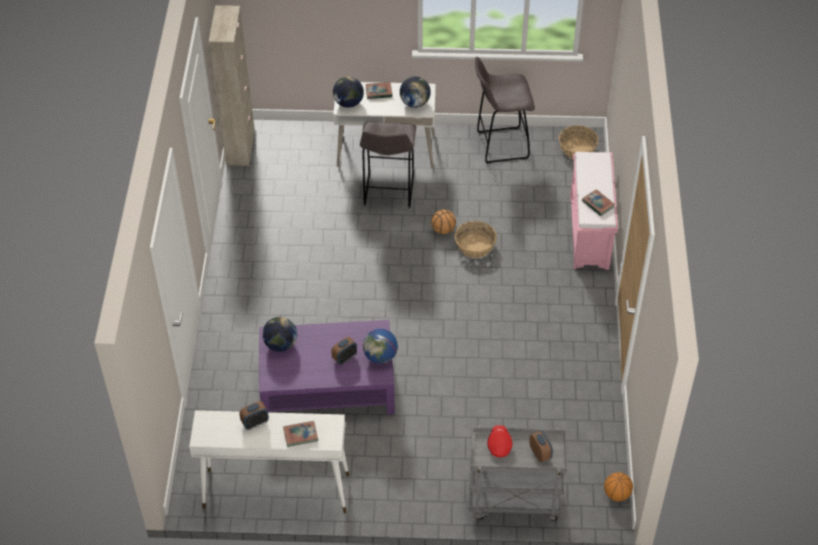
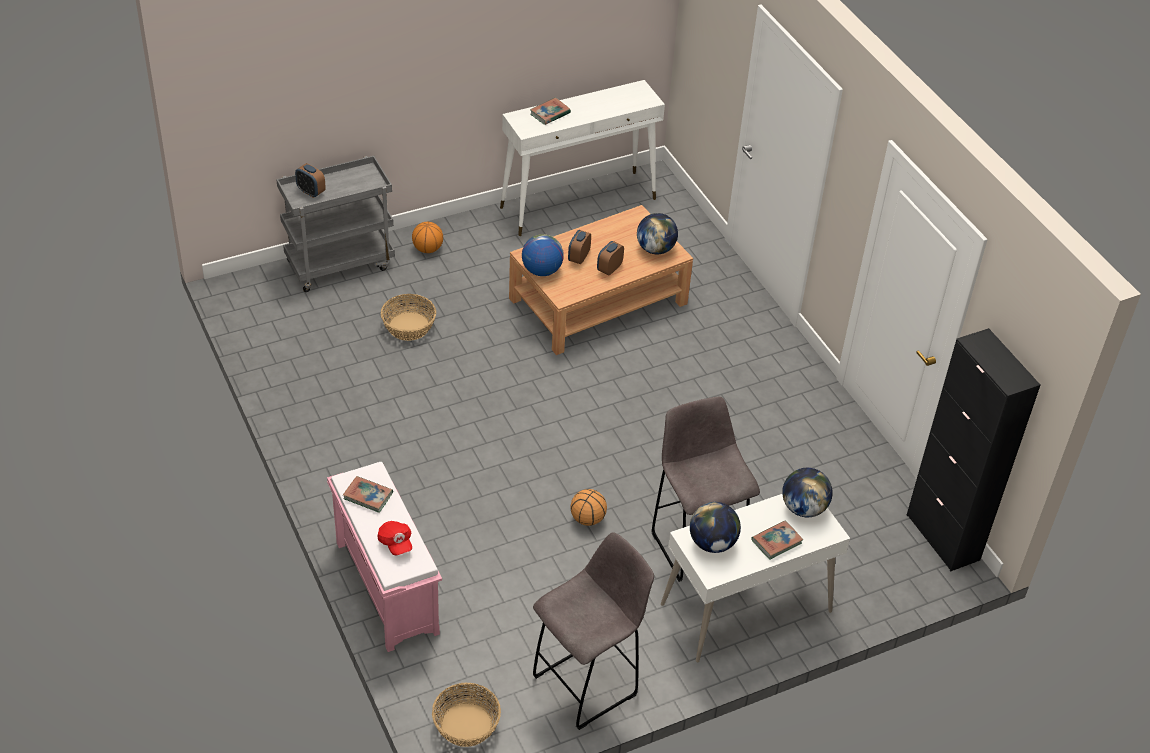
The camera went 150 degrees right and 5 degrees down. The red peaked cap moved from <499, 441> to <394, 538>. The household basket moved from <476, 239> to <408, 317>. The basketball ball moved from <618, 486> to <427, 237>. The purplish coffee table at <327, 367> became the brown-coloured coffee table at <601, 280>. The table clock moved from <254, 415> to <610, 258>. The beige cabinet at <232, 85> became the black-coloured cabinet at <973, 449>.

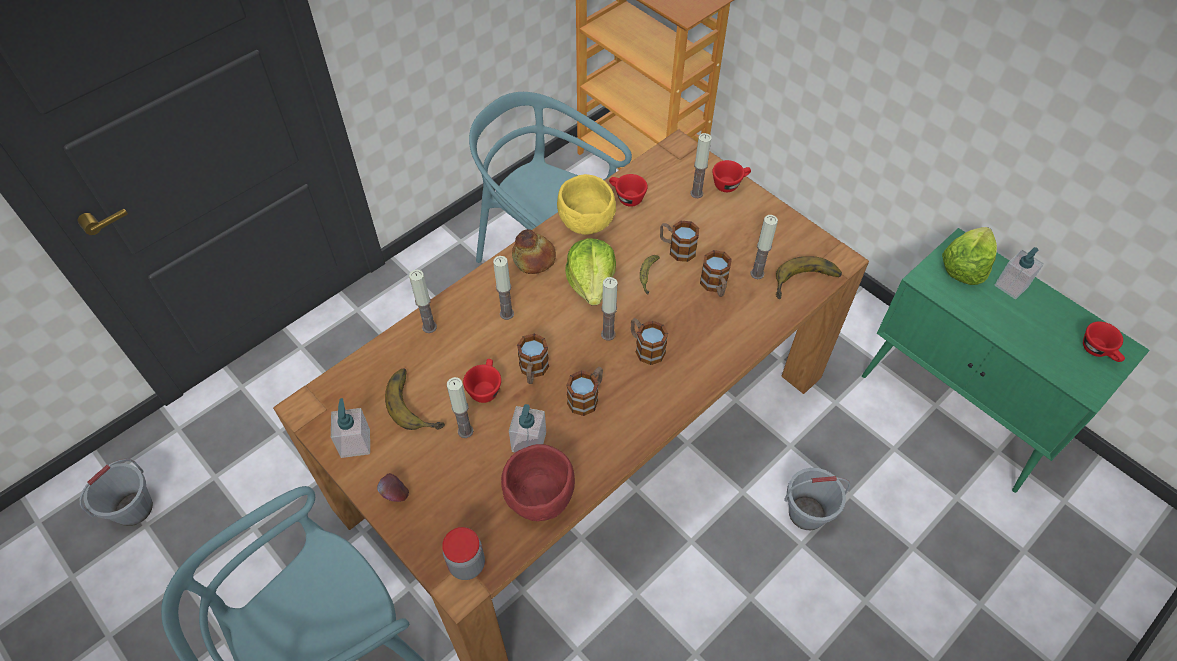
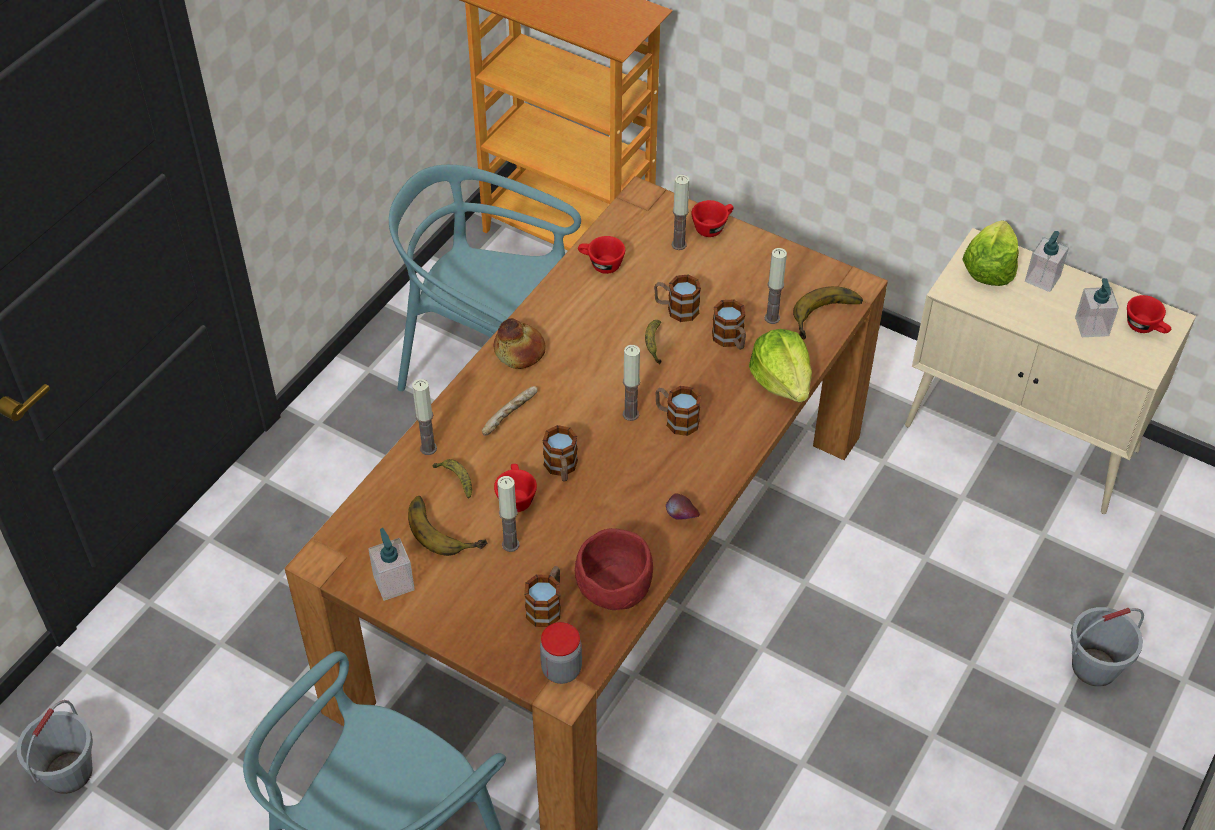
The camera went 15 degrees left and 5 degrees down. The banana at <452, 479> appeared. The candle at <503, 288> was replaced by the bread at <510, 411>. The mug moved from <584, 391> to <542, 596>. The apple moved from <393, 487> to <683, 506>. The lettuce moved from <590, 271> to <780, 365>. The green cabinet at <1006, 360> became the beige cabinet at <1050, 371>. The gray water bucket moved from <817, 499> to <1107, 647>. The soap bottle moved from <527, 428> to <1097, 307>. The yellow-coloured bowl at <586, 204> disappeared.

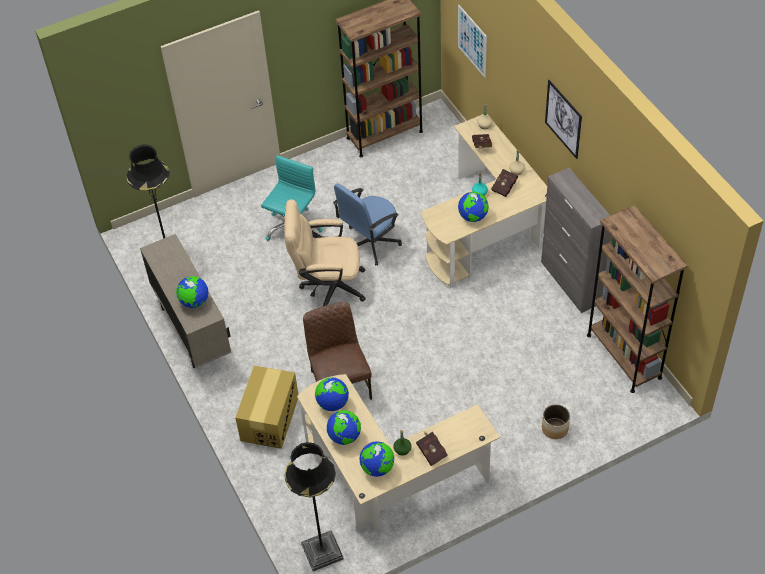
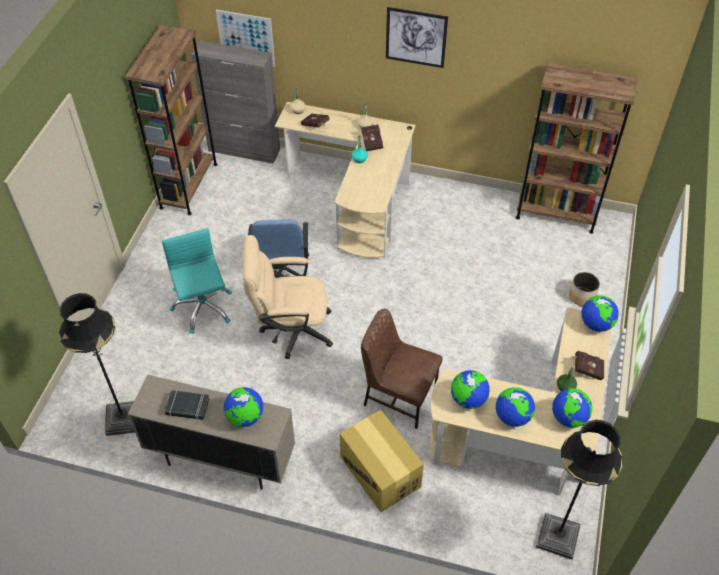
The camera went 50 degrees left and 0 degrees up. The black-coloured volume at <187, 405> appeared. The gray cabinet moved from <576, 240> to <235, 102>. The beige desk chair at <325, 252> turned 45 degrees clockwise. The world globe moved from <473, 206> to <600, 314>.

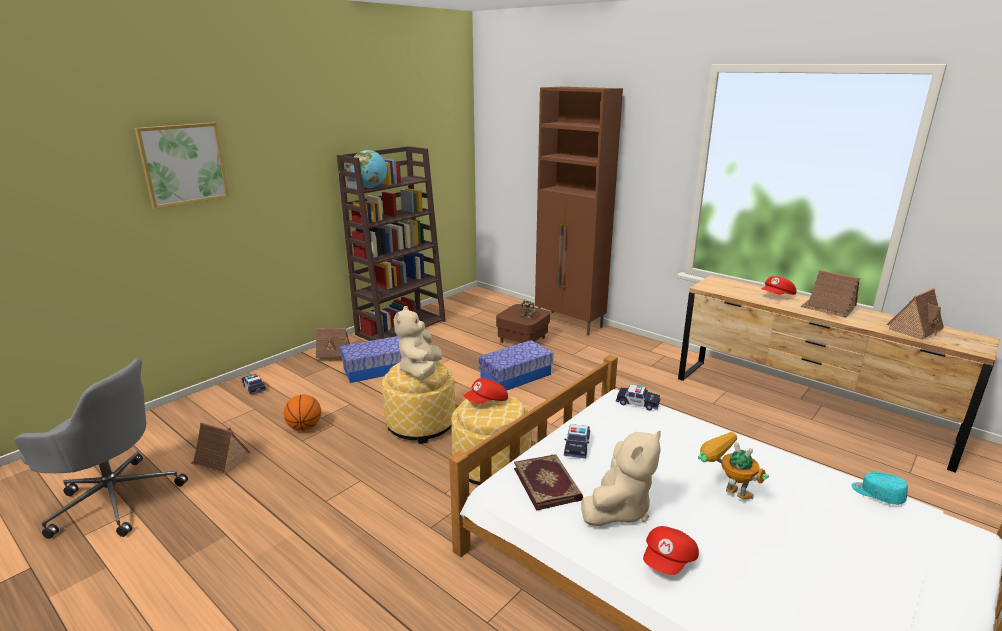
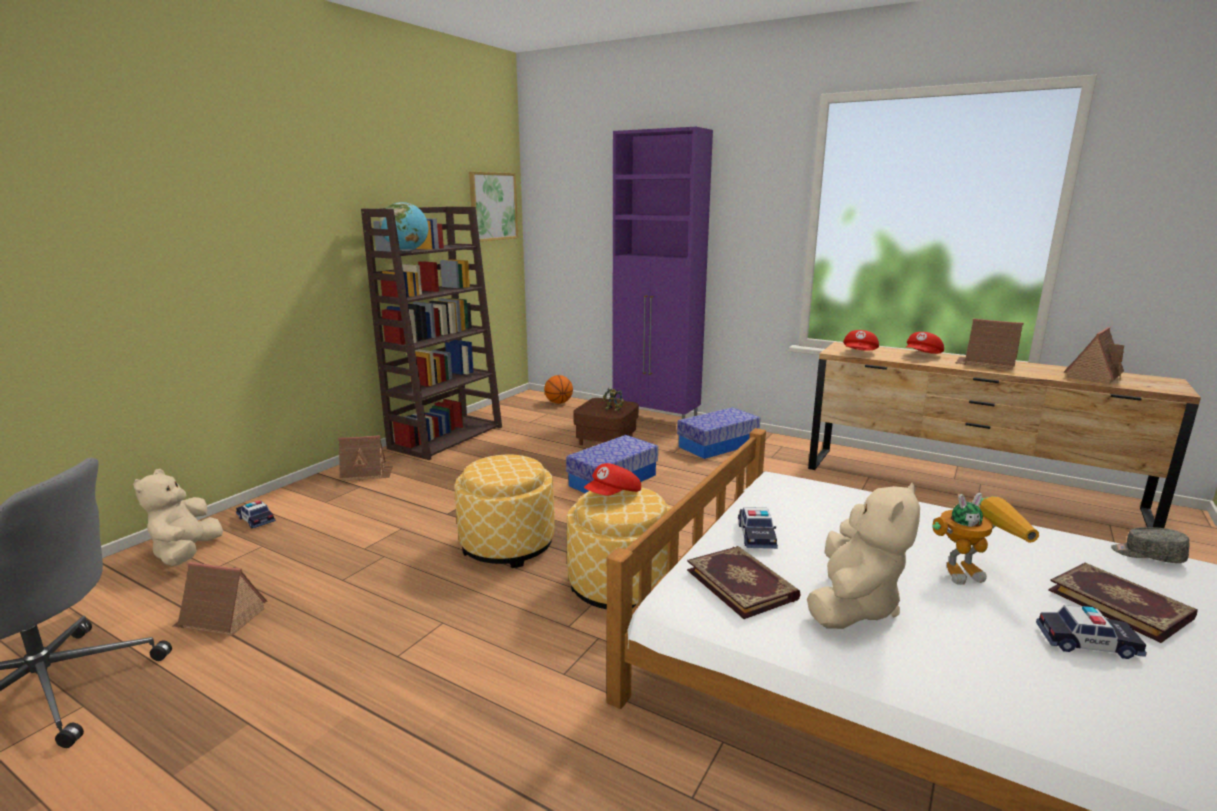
The camera went 10 degrees left and 5 degrees down. The beige cuddly toy moved from <418, 342> to <178, 517>. The picture moved from <181, 166> to <493, 207>. The basketball ball moved from <302, 413> to <558, 389>. The brown-coloured cabinet at <579, 211> became the purplish cabinet at <662, 273>. The storage container moved from <370, 359> to <718, 433>. The red peaked cap moved from <671, 550> to <861, 340>. The robot figure at <733, 466> turned 135 degrees clockwise. The miniature car moved from <638, 397> to <1091, 632>. The volume at <1123, 602> appeared. The turquoise-coloured peaked cap at <879, 488> became the gray peaked cap at <1150, 545>.

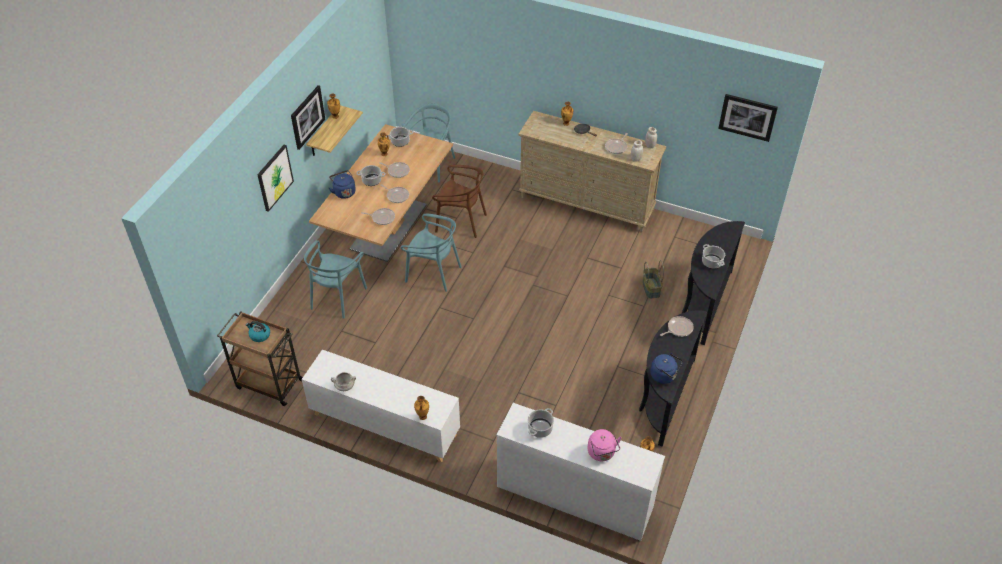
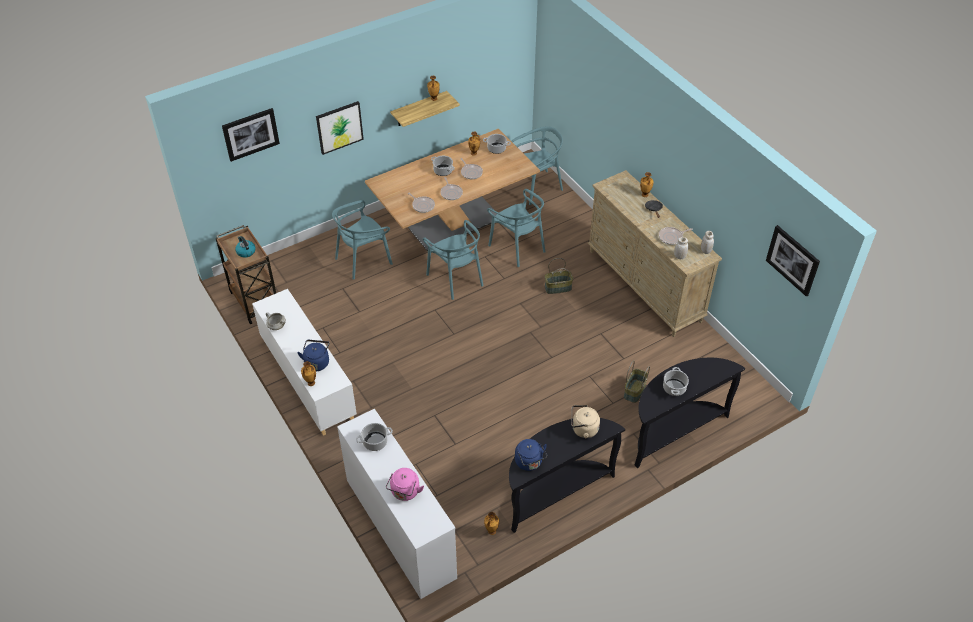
The camera went 35 degrees right and 0 degrees up. The picture moved from <308, 117> to <251, 135>. The blue-coloured tea kettle moved from <342, 184> to <313, 355>. The brown-coloured upright chair at <459, 201> became the turquoise-coloured upright chair at <516, 228>. The household basket at <559, 276> appeared. The frying pan at <677, 326> was replaced by the beige tea kettle at <585, 421>.

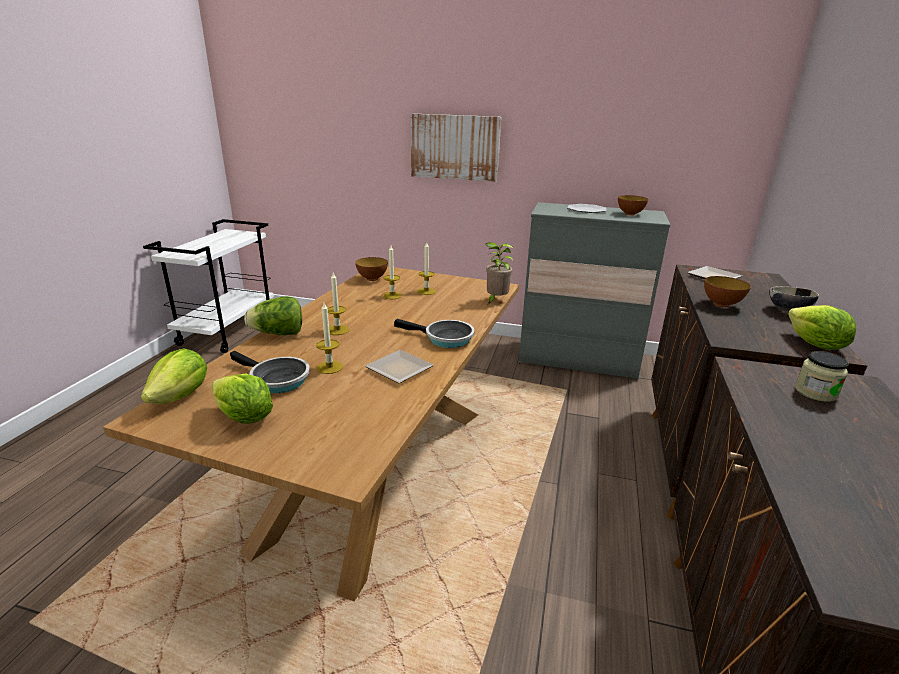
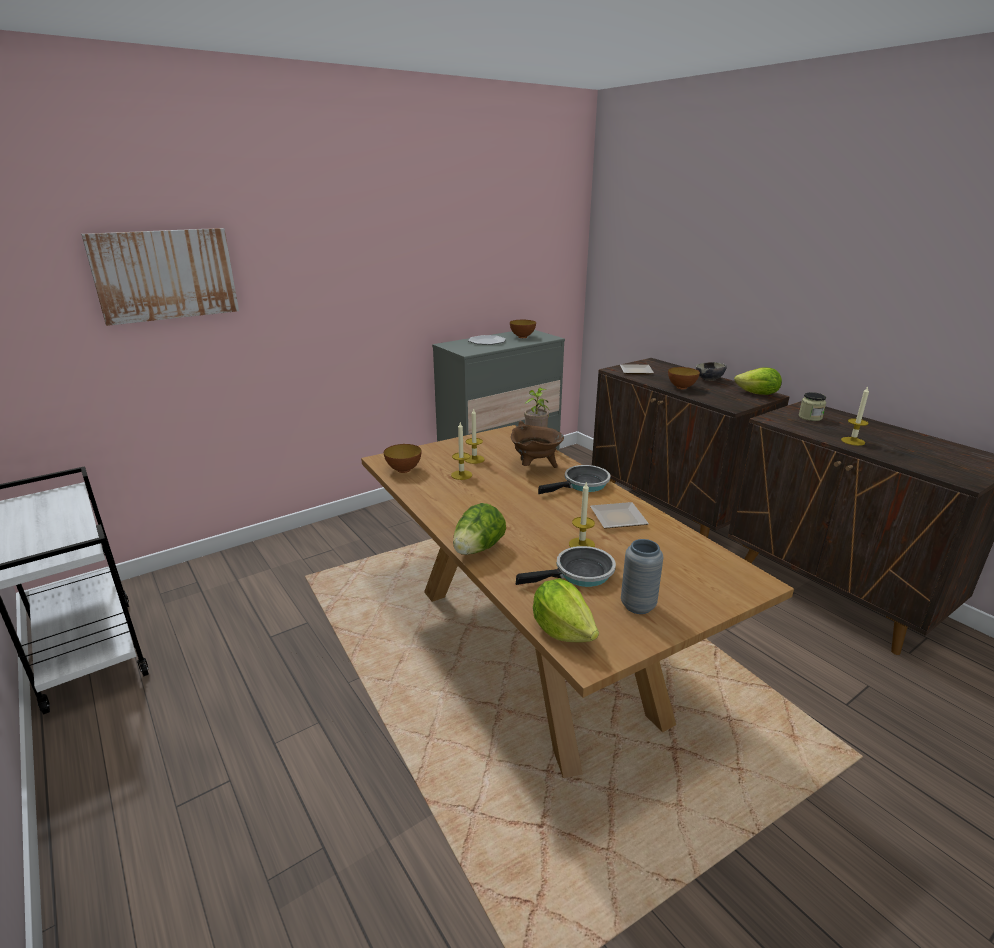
The camera went 50 degrees left and 0 degrees up. The picture moved from <456, 148> to <160, 277>. The brown-coloured cooking pot at <537, 444> appeared. The lettuce at <242, 399> was replaced by the gray flower vase at <642, 576>. The candle moved from <338, 304> to <855, 416>.

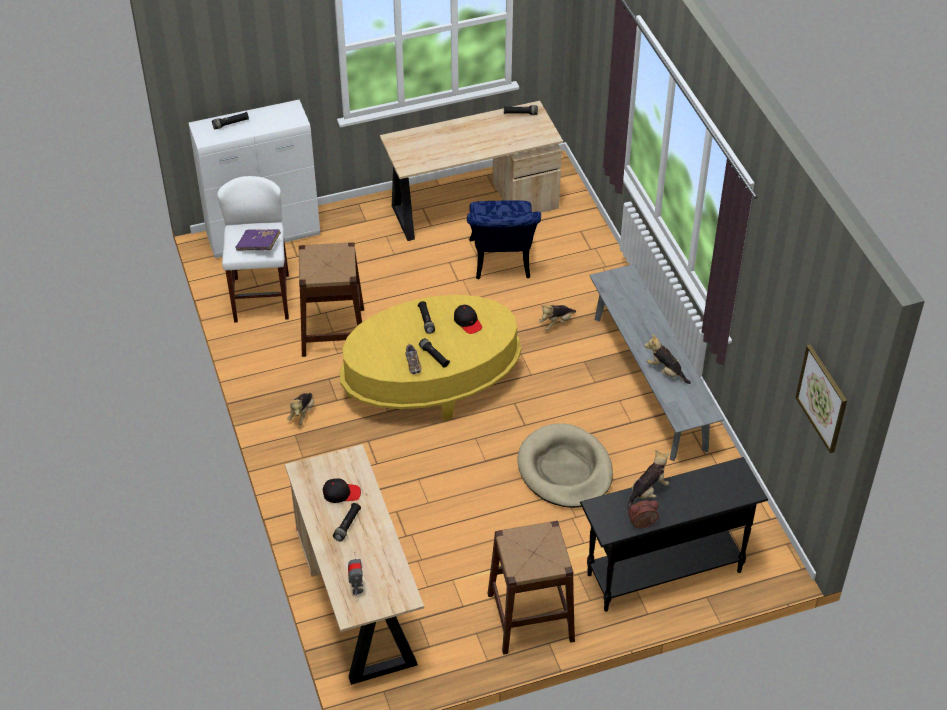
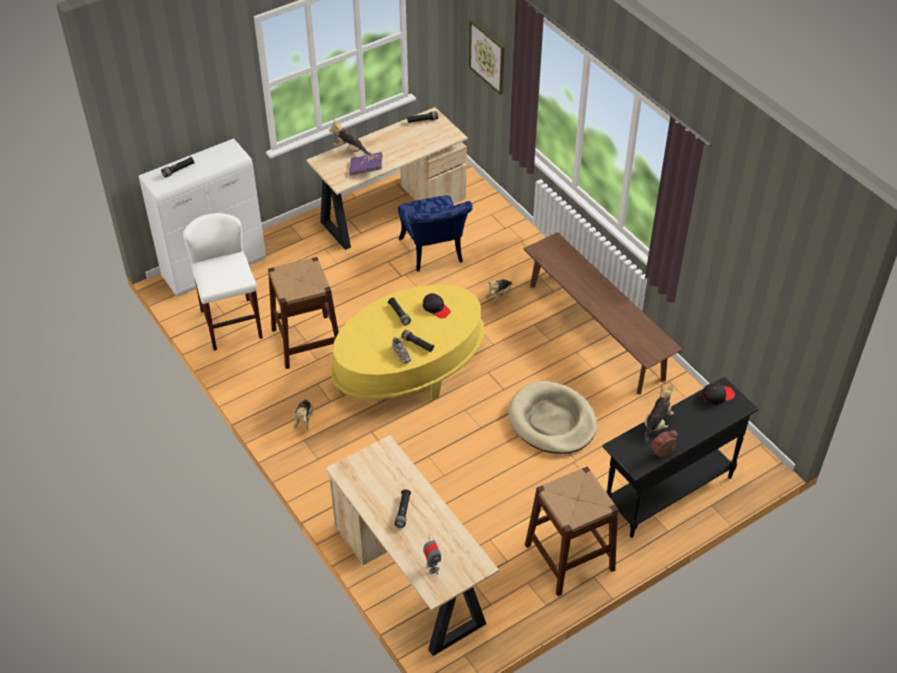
The camera went 15 degrees left and 0 degrees up. The cuddly toy moved from <667, 359> to <350, 137>. The purplish volume moved from <258, 240> to <366, 164>. The picture moved from <821, 399> to <487, 57>. The gray indoor bench at <656, 362> became the brown-coloured indoor bench at <603, 313>. The black-coloured peaked cap moved from <342, 490> to <718, 394>.

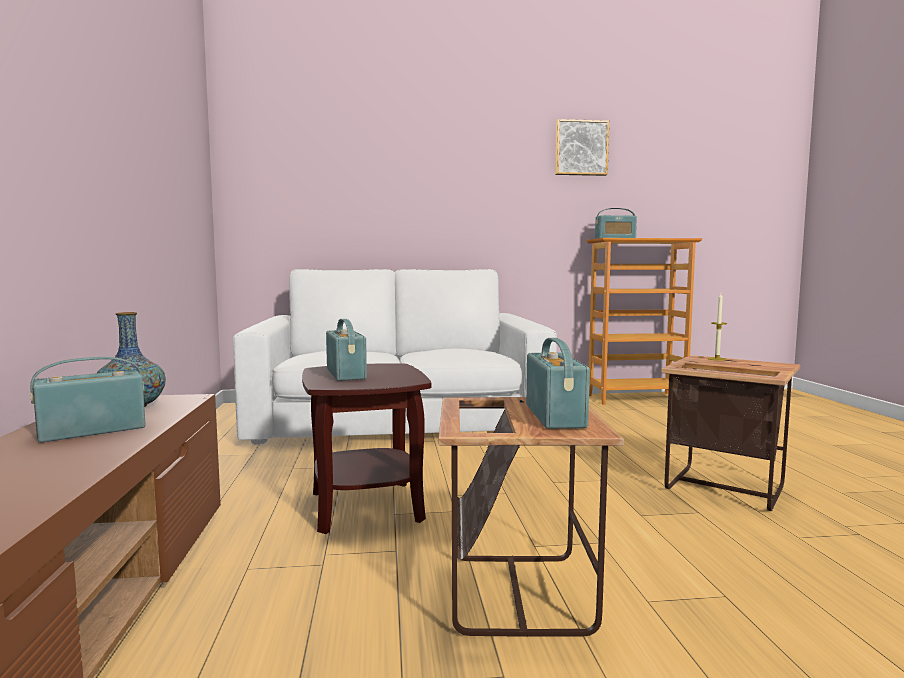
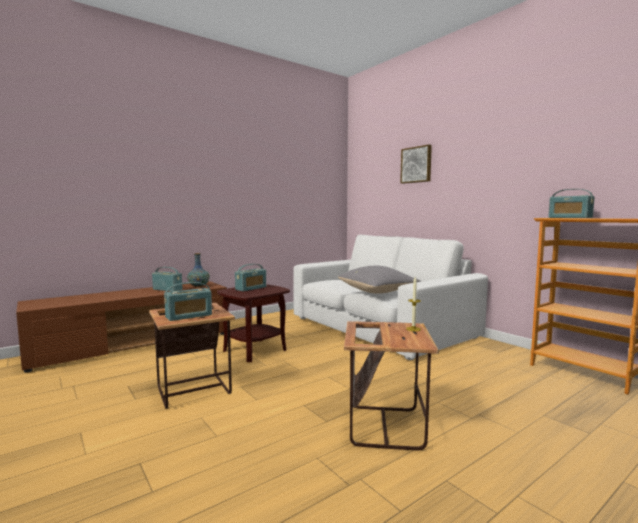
The camera went 60 degrees right and 0 degrees up. The gray throw pillow at <379, 280> appeared. The picture moved from <582, 147> to <416, 164>.

